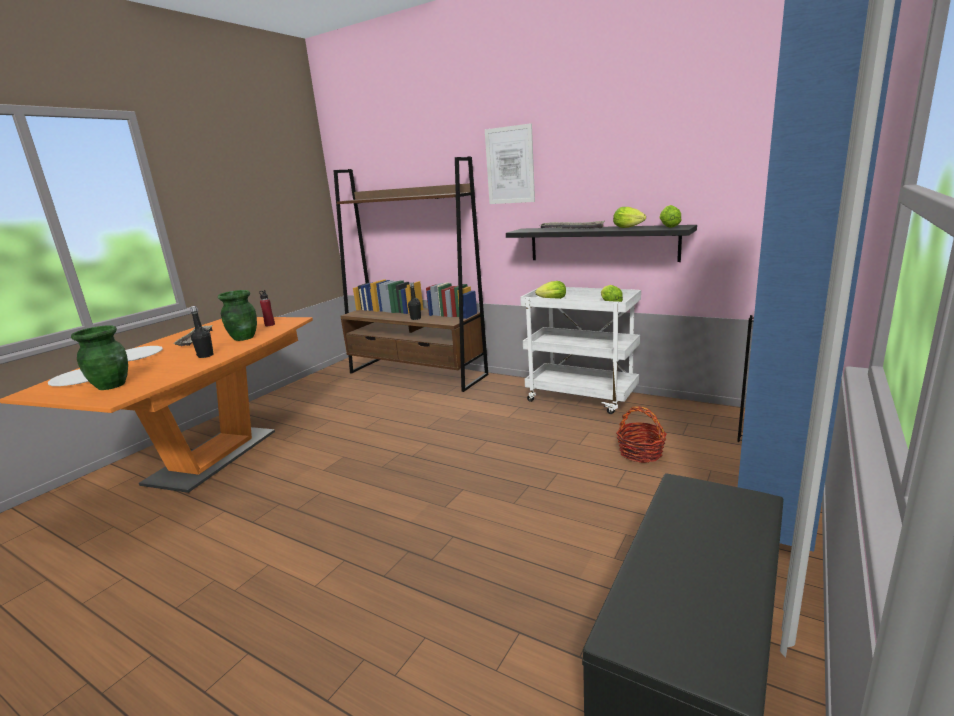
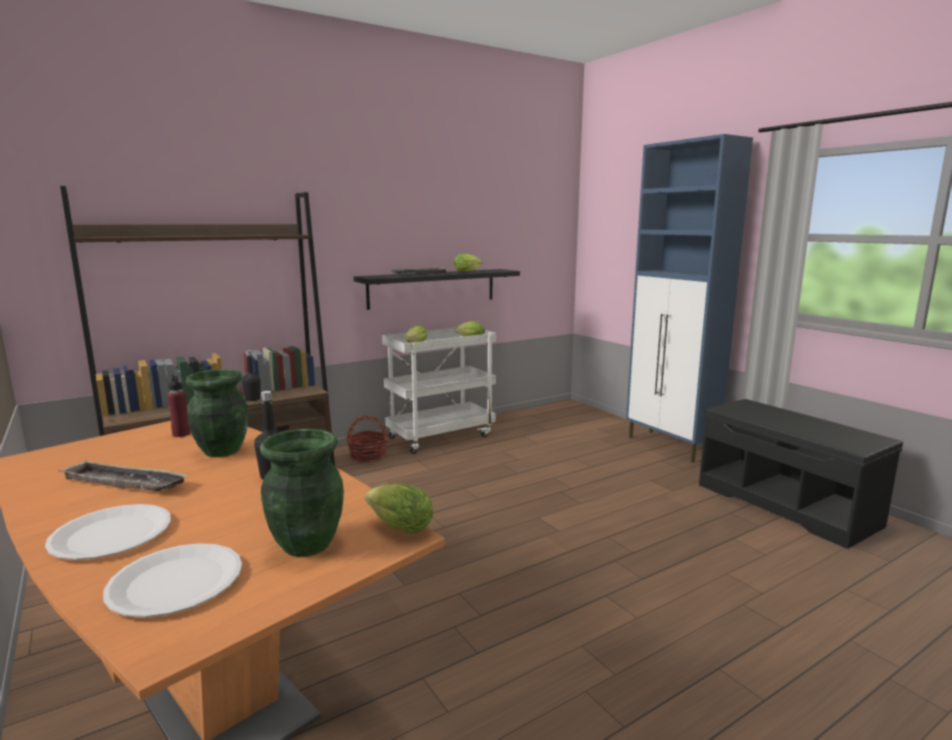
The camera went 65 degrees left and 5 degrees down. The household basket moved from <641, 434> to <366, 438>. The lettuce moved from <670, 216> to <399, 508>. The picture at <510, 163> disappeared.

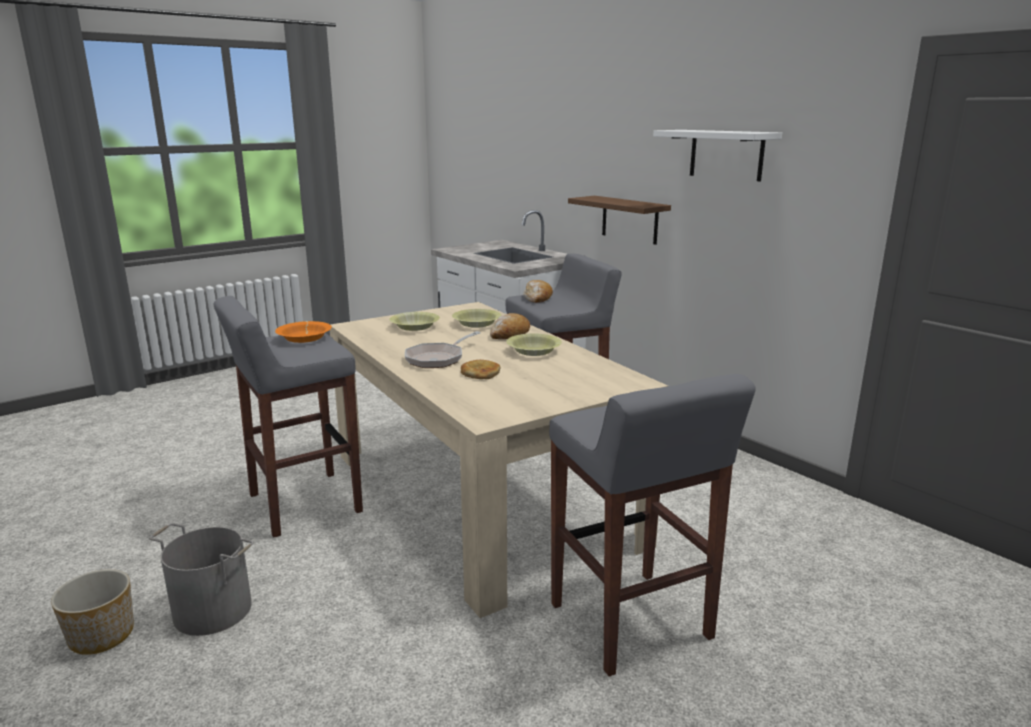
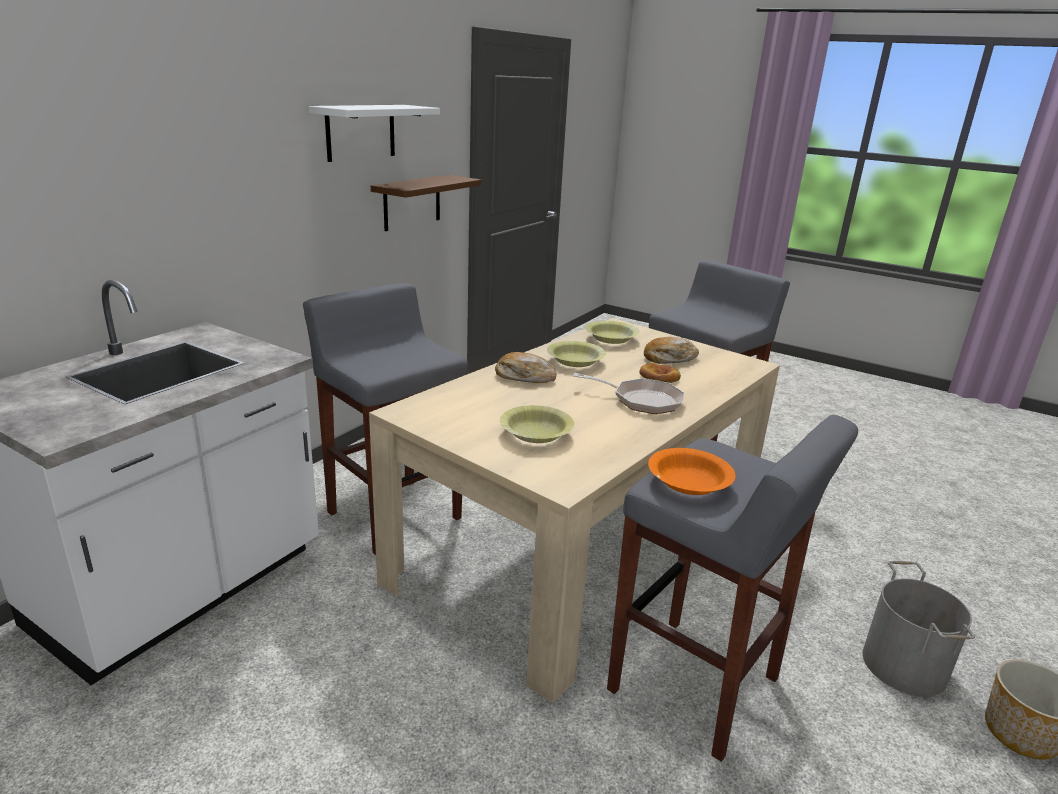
The camera went 110 degrees left and 5 degrees up. The brown-coloured wall shelf moved from <619, 220> to <426, 203>. The yellow-coloured bowl moved from <476, 318> to <612, 332>. The bread moved from <538, 291> to <671, 350>.

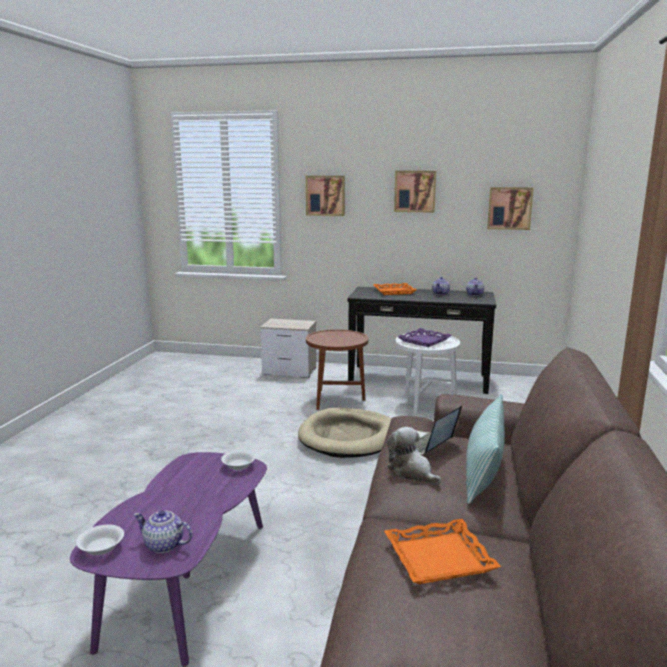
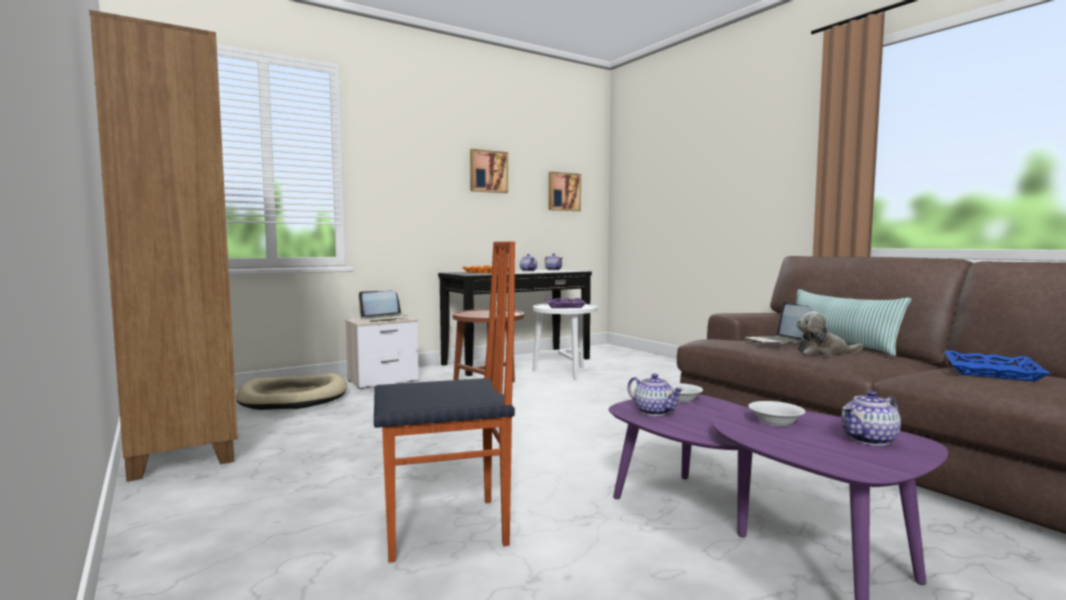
The camera went 45 degrees left and 10 degrees down. The brown-coloured bookshelf at <163, 246> appeared. The beige dog cushion moved from <344, 433> to <291, 391>. The notebook computer at <382, 306> appeared. The upright chair at <444, 402> appeared. The teapot at <655, 395> appeared. The white bowl moved from <100, 540> to <776, 413>. The orange carrying tray at <442, 551> became the blue-coloured carrying tray at <997, 366>. The picture at <325, 196> disappeared.

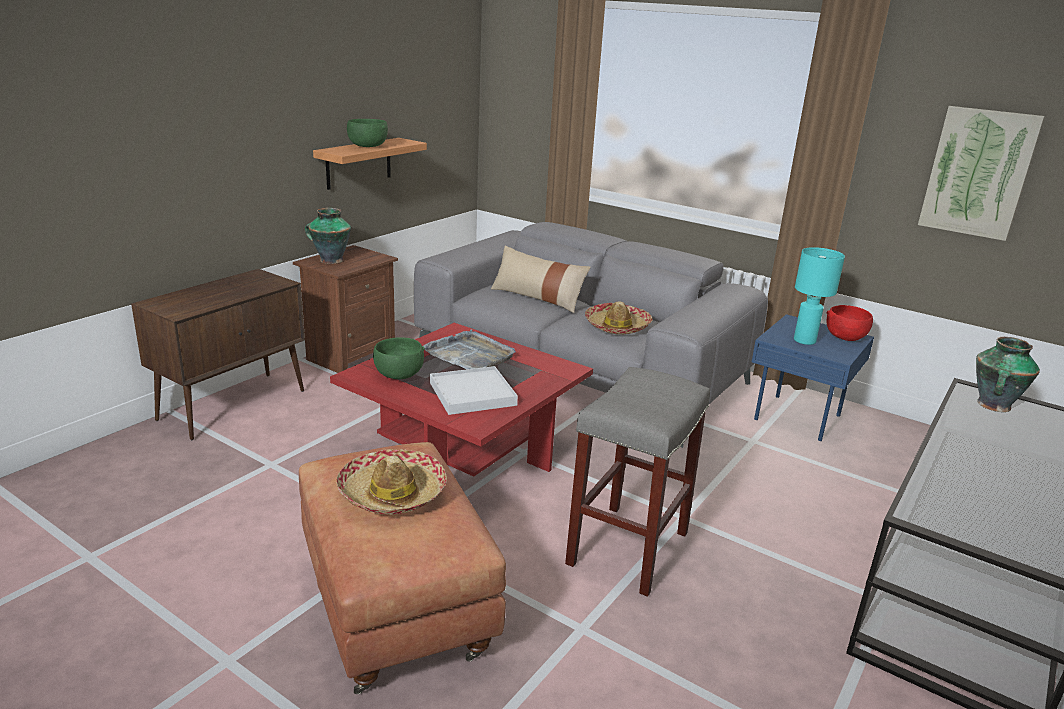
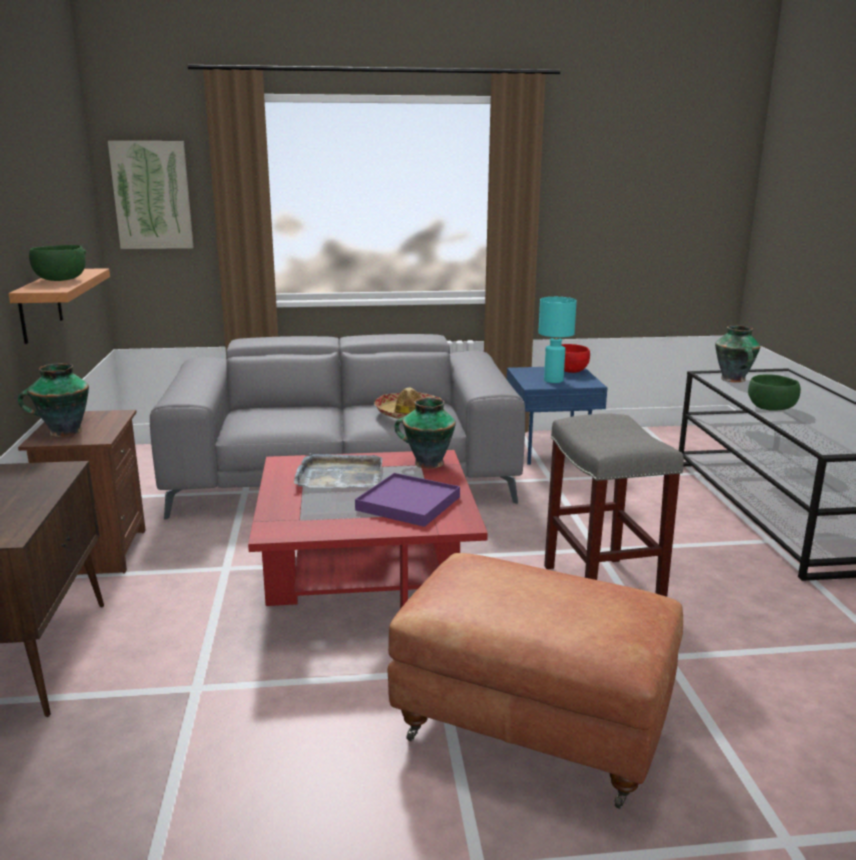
The camera went 40 degrees left and 5 degrees down. The picture moved from <981, 173> to <151, 195>. The white carrying tray at <474, 390> became the purplish carrying tray at <407, 500>. The flower vase at <425, 433> appeared. The green bowl moved from <399, 358> to <774, 392>. The clothing hat at <391, 482> disappeared. The beige throw pillow at <541, 279> disappeared.

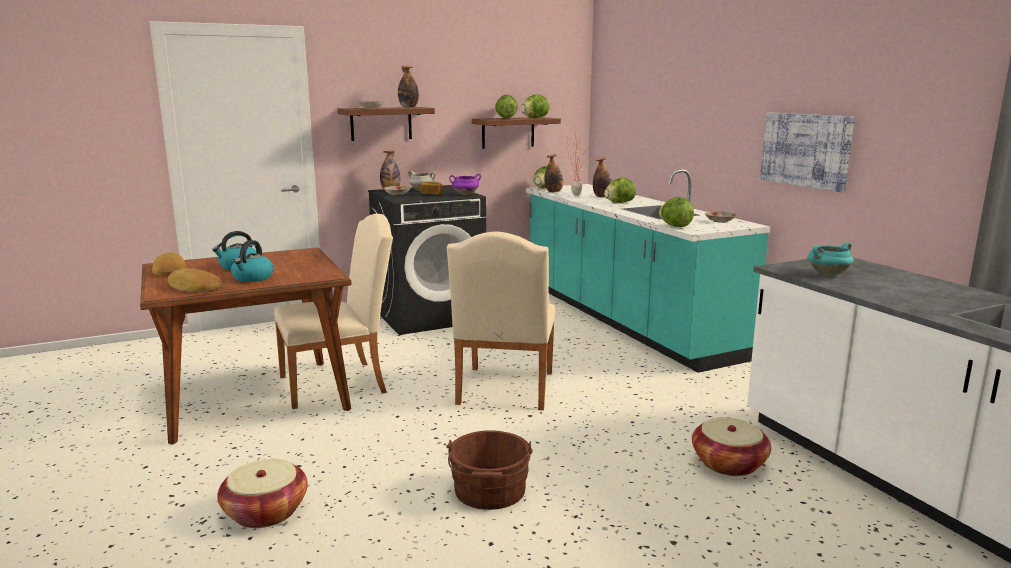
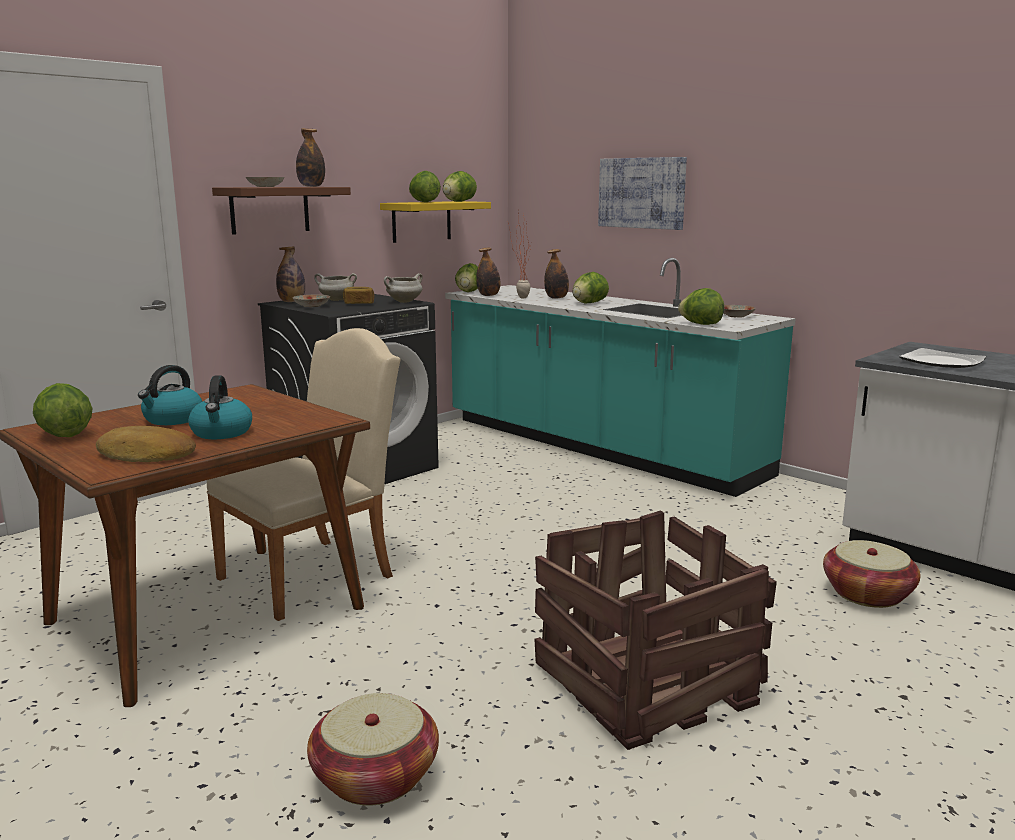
The camera went 20 degrees left and 0 degrees up. The bread at <169, 264> was replaced by the lettuce at <62, 410>. The brown-coloured wall shelf at <516, 133> became the yellow-coloured wall shelf at <435, 222>. The purplish cooking pot at <465, 184> became the white cooking pot at <403, 288>. The brown-coloured water bucket at <489, 470> was replaced by the shipping crate at <655, 630>. The picture moved from <807, 152> to <642, 193>. The turquoise-coloured cooking pot at <830, 259> was replaced by the plate at <942, 358>. The beige upright chair at <501, 321> disappeared.

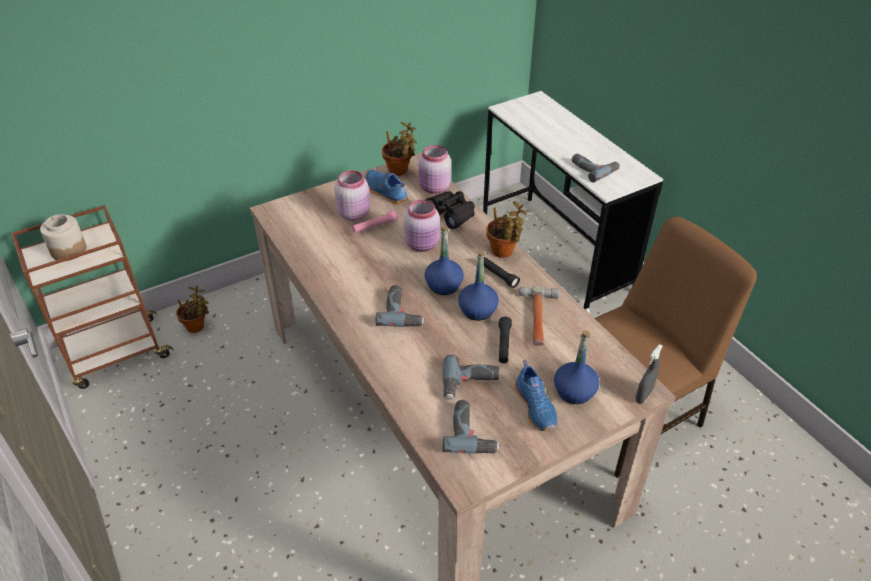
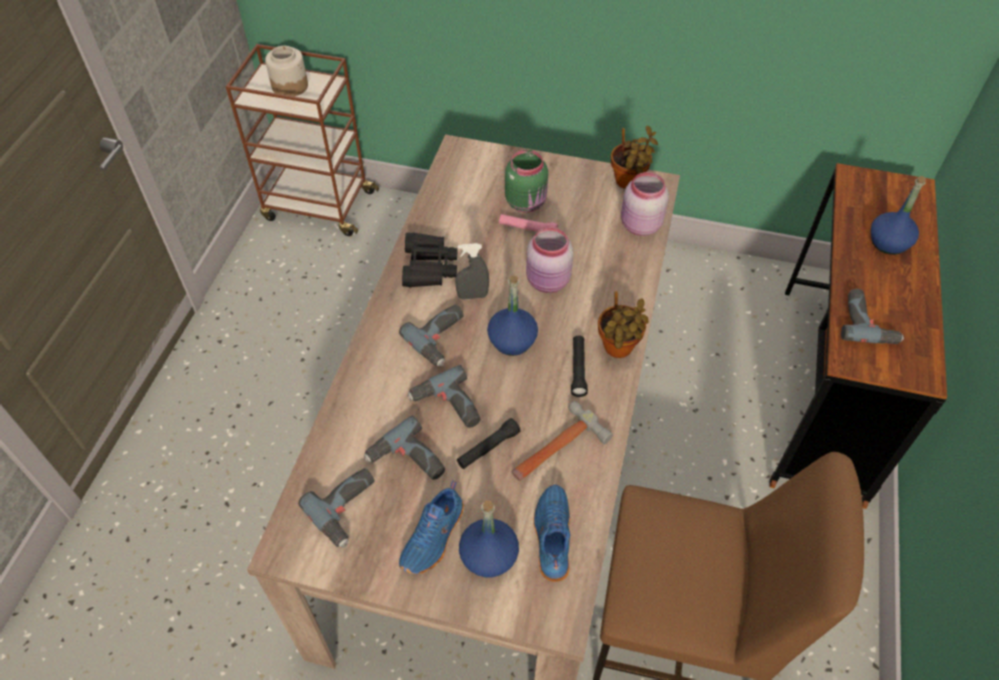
The camera went 45 degrees right and 10 degrees up. The black-coloured field glasses moved from <450, 210> to <430, 259>. The electric drill at <443, 396> appeared. The gray spray bottle moved from <649, 374> to <472, 271>. The pink-coloured preserve jar at <352, 195> became the green preserve jar at <526, 181>. The blue-coloured low shoe moved from <387, 187> to <551, 533>. The white desk unit at <573, 202> became the brown-coloured desk unit at <858, 336>. The blue-coloured beverage bottle moved from <478, 285> to <898, 215>. The plant in a pot at <192, 309> disappeared.

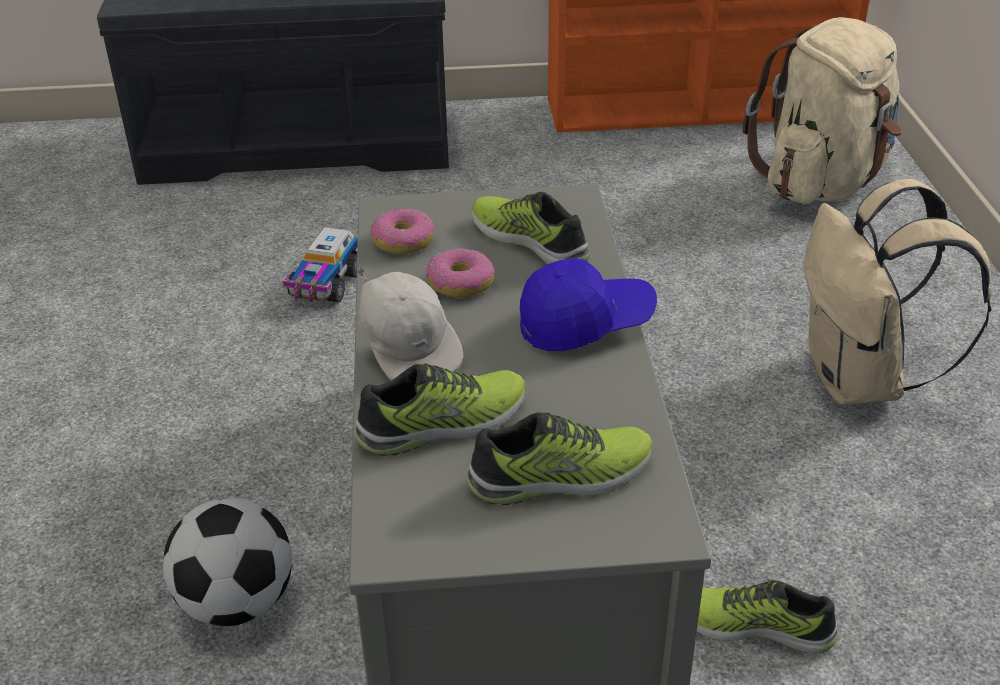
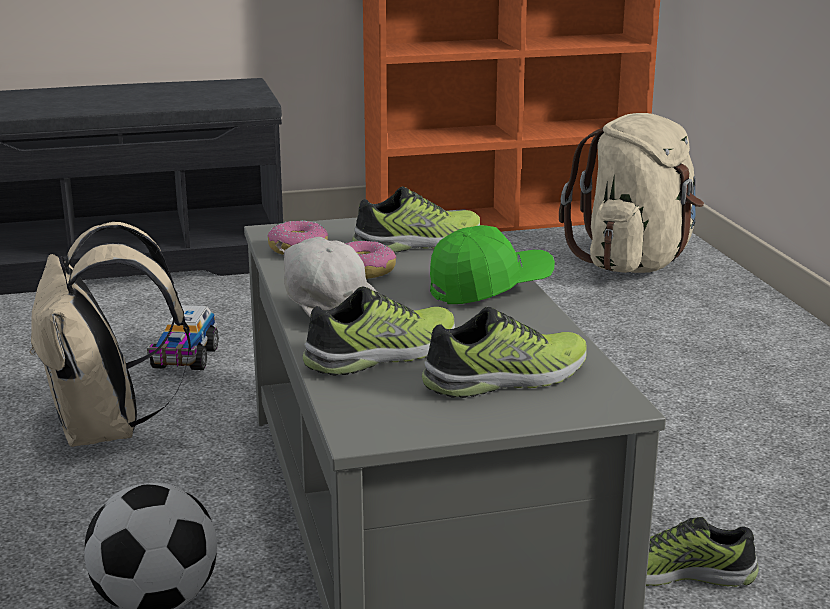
The camera went 10 degrees left and 15 degrees down. The beige rucksack moved from <897, 292> to <110, 334>. The low shoe at <530, 228> turned 120 degrees clockwise. The blue-coloured peaked cap at <588, 304> became the green peaked cap at <492, 264>.

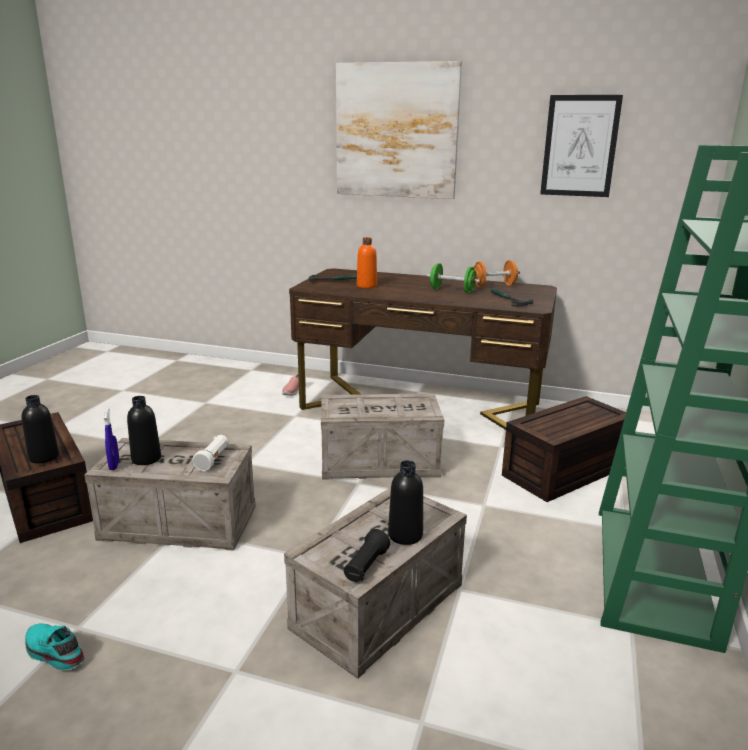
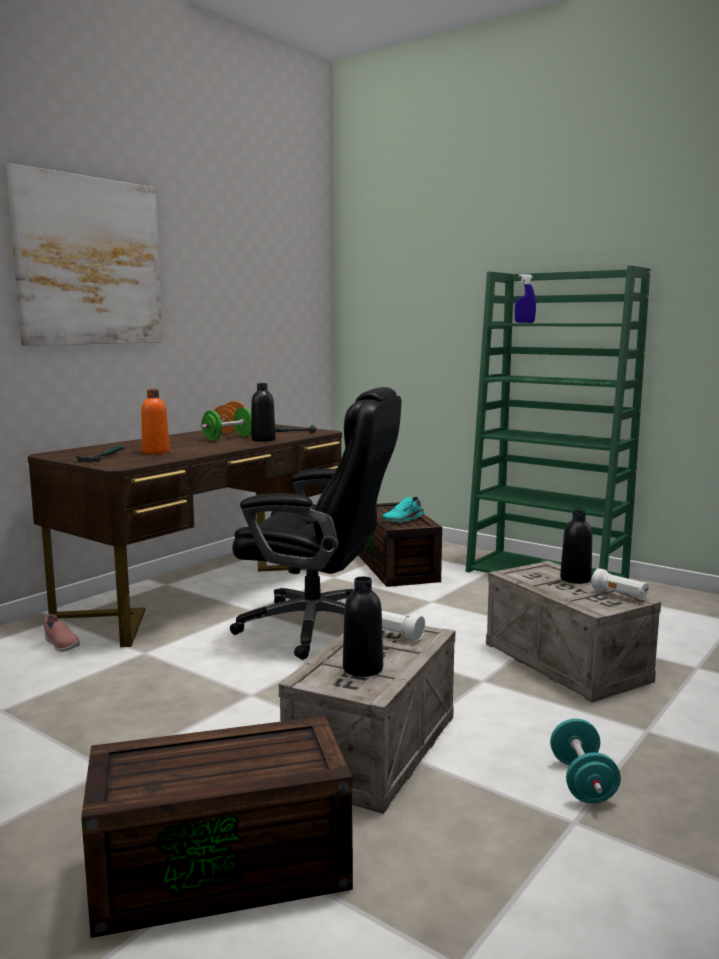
The camera went 70 degrees left and 10 degrees down. The shipping crate at <382, 436> was replaced by the black-coloured desk chair at <316, 523>. The black-coloured beverage bottle moved from <40, 429> to <263, 412>. The turquoise-coloured low shoe moved from <55, 646> to <403, 509>. The blue-coloured spray bottle moved from <111, 439> to <525, 298>. The turquoise-coloured hand weight at <585, 761> appeared. The black-coloured hand torch at <367, 555> became the white hand torch at <619, 583>. The picture at <581, 146> disappeared.

